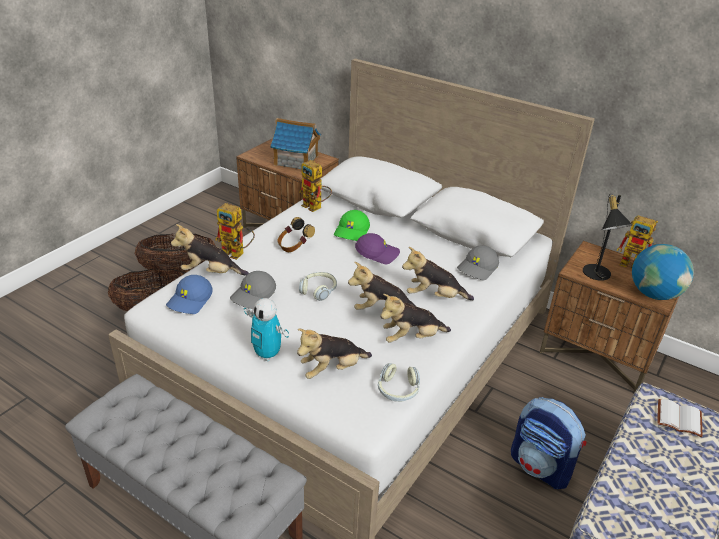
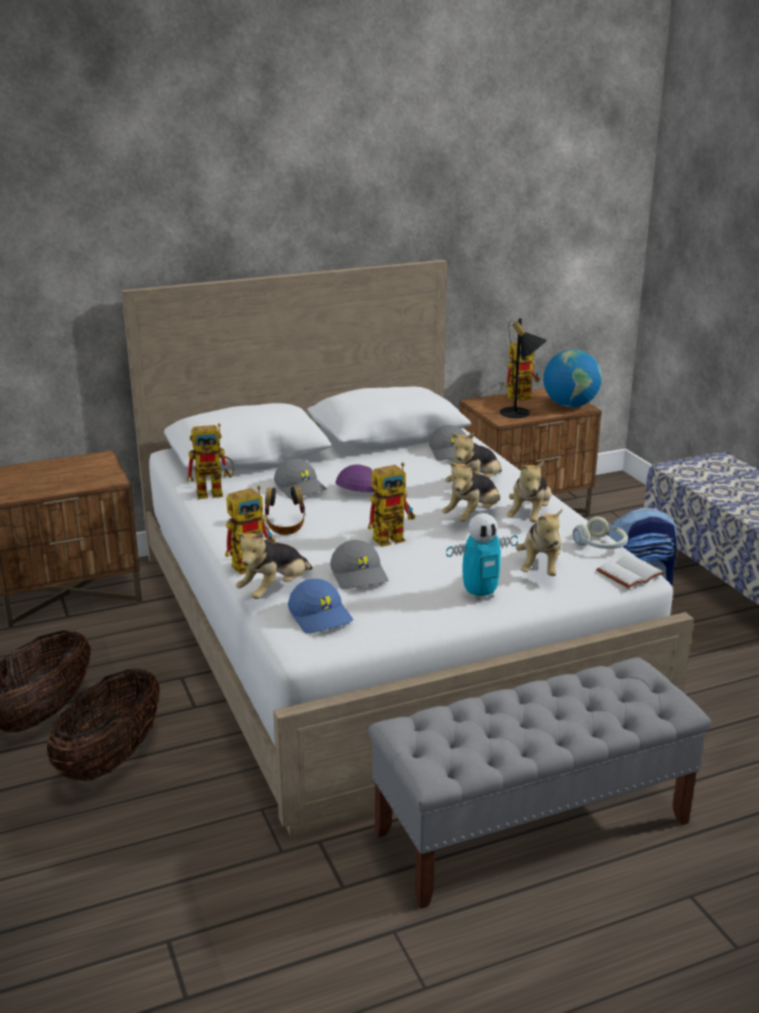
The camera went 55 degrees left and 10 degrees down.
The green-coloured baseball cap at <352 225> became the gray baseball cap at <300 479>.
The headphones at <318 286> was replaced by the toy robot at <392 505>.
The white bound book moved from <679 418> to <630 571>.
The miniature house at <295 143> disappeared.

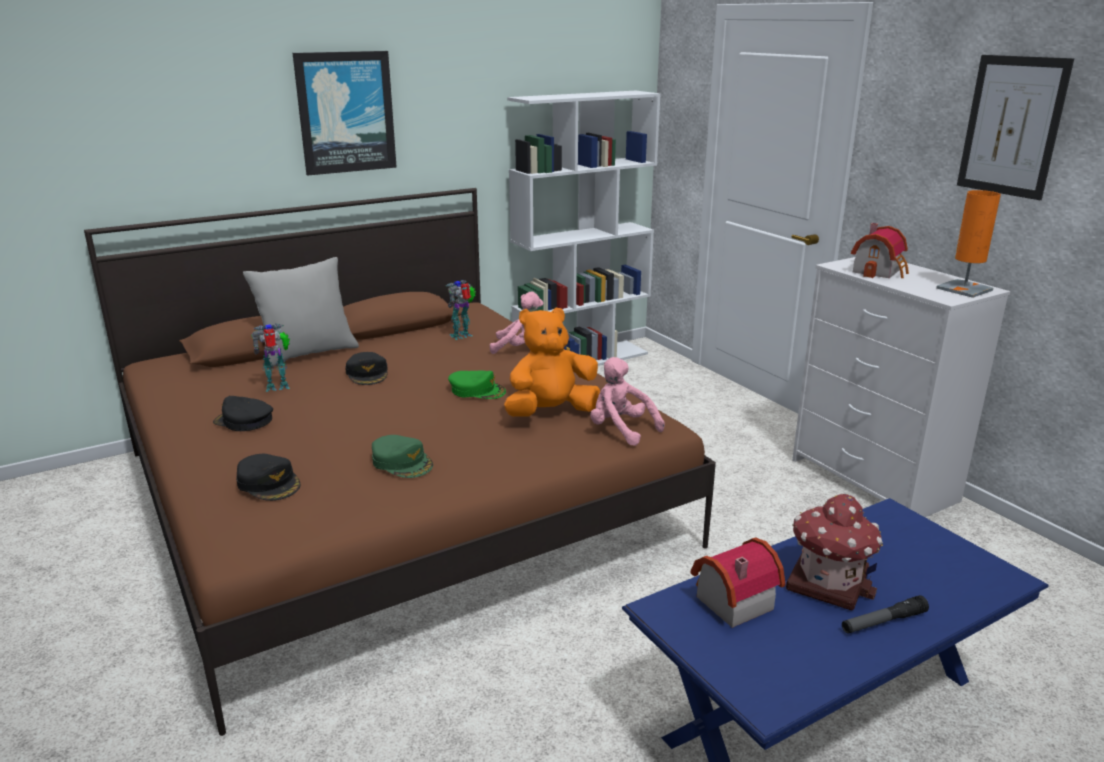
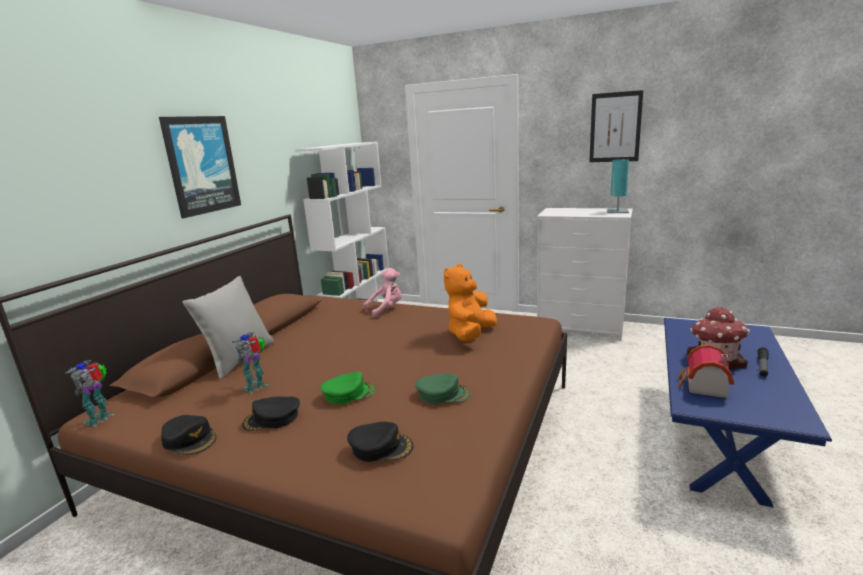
The camera went 35 degrees left and 5 degrees down.
The toy robot moved from <460 310> to <90 393>.
The blackish baseball cap moved from <366 368> to <189 435>.
The green-coloured baseball cap moved from <477 384> to <348 388>.
The orange tabletop lamp at <968 244> became the turquoise tabletop lamp at <618 186>.
The pink-coloured plush toy at <627 401> disappeared.
The miniature house at <880 250> disappeared.

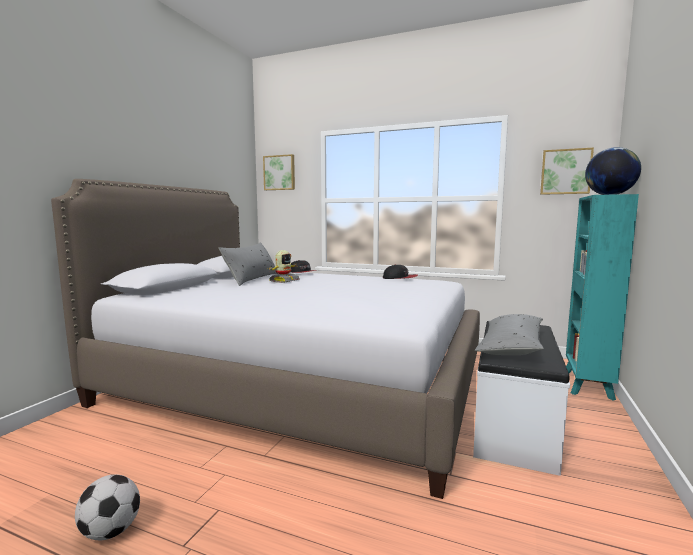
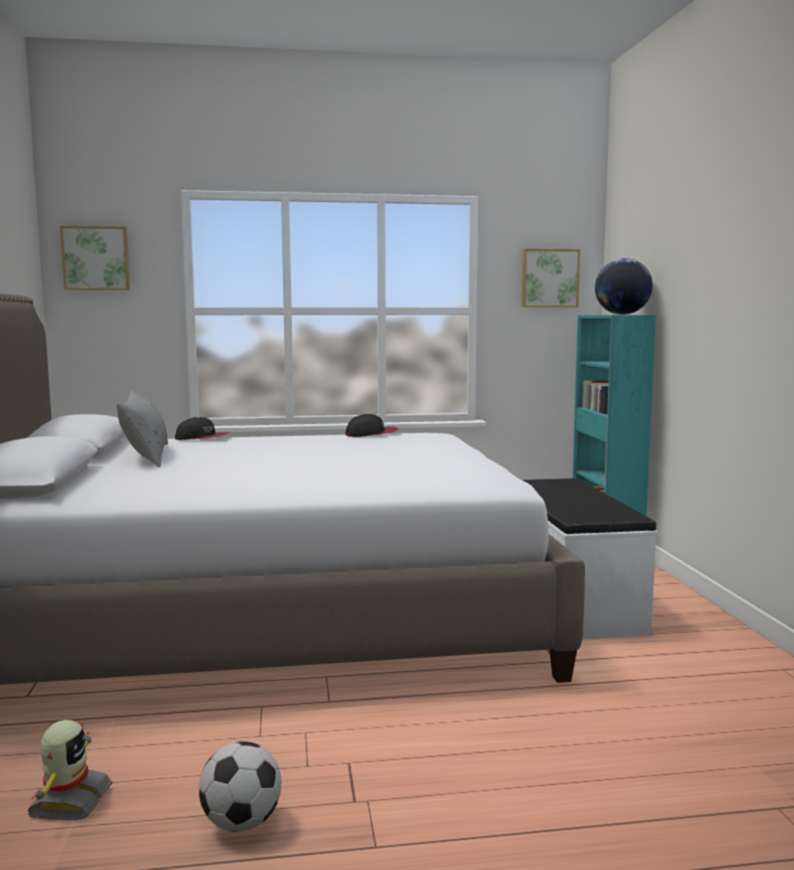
The camera went 30 degrees left and 0 degrees up.
The toy robot moved from <283 266> to <70 770>.
The gray throw pillow at <509 334> disappeared.

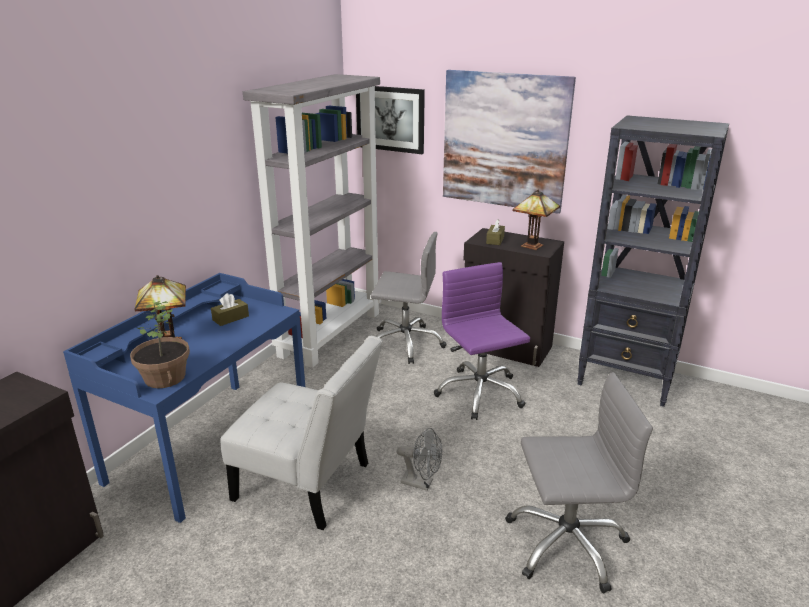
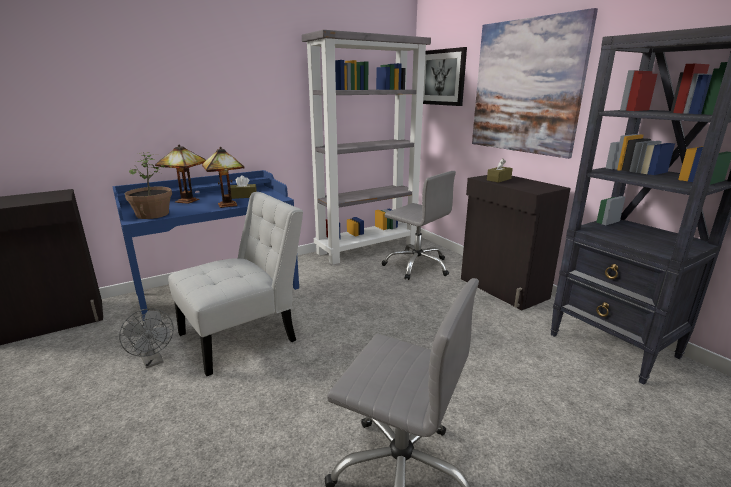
The camera went 30 degrees right and 5 degrees down.
The gray cooling fan moved from <419 459> to <146 338>.
The white chair at <301 433> turned 90 degrees counterclockwise.
The tabletop lamp moved from <536 220> to <223 177>.
The purplish office chair at <482 341> disappeared.

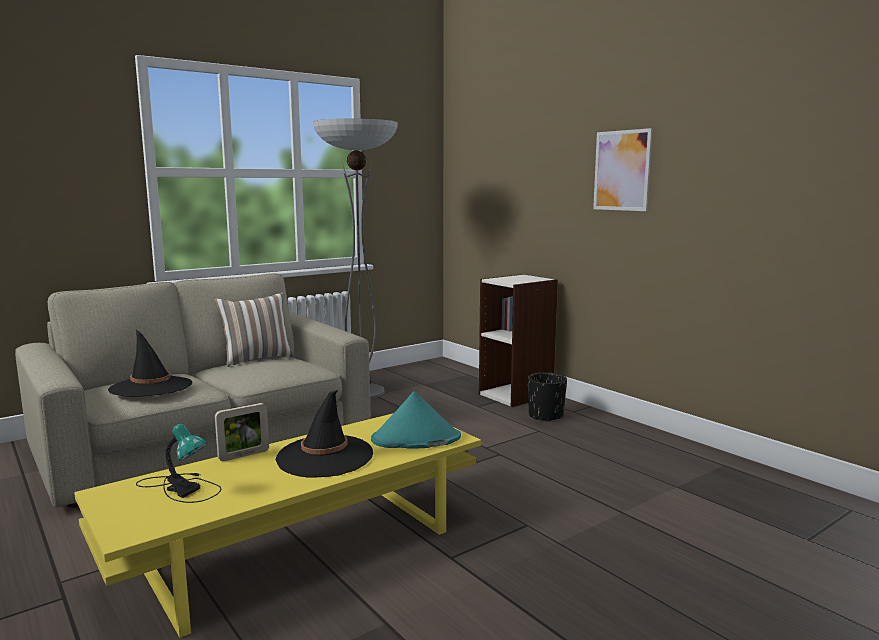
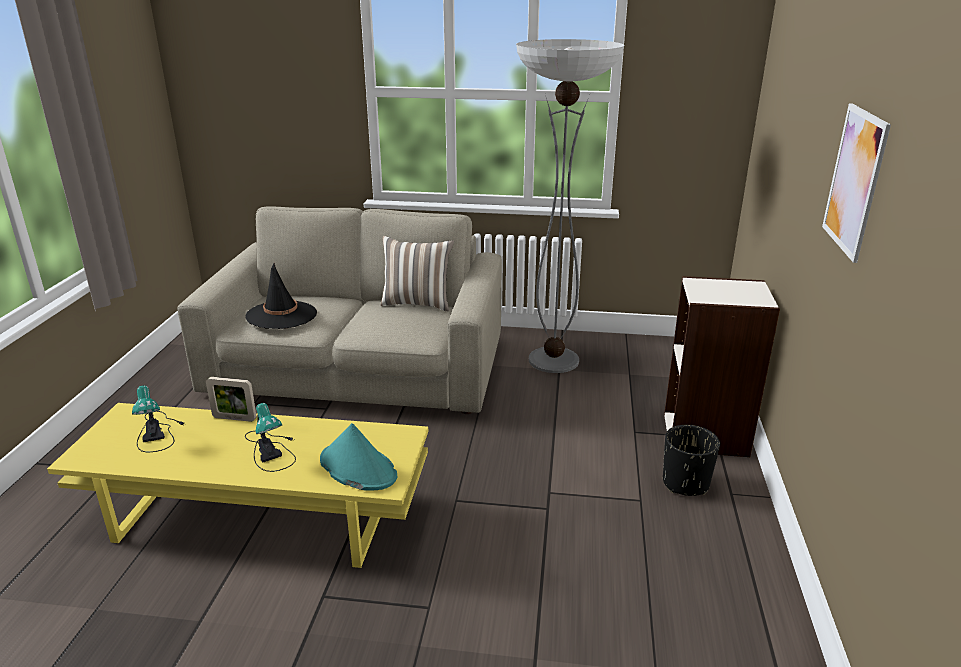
The camera went 45 degrees right and 15 degrees up.
The blackish wearable hat at <324 434> was replaced by the tabletop lamp at <270 437>.

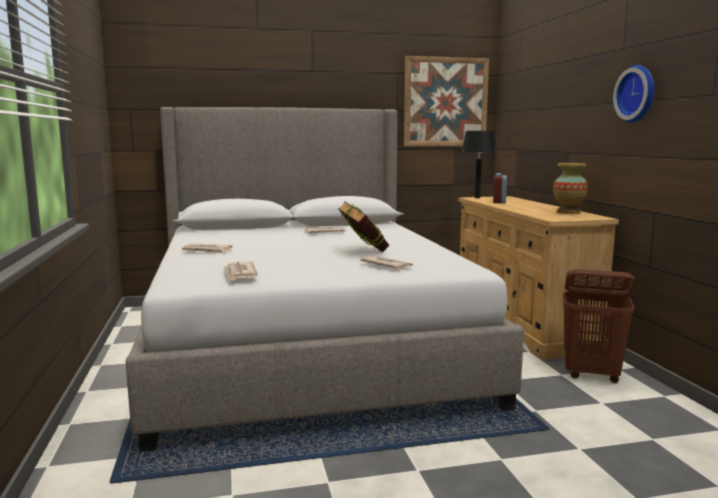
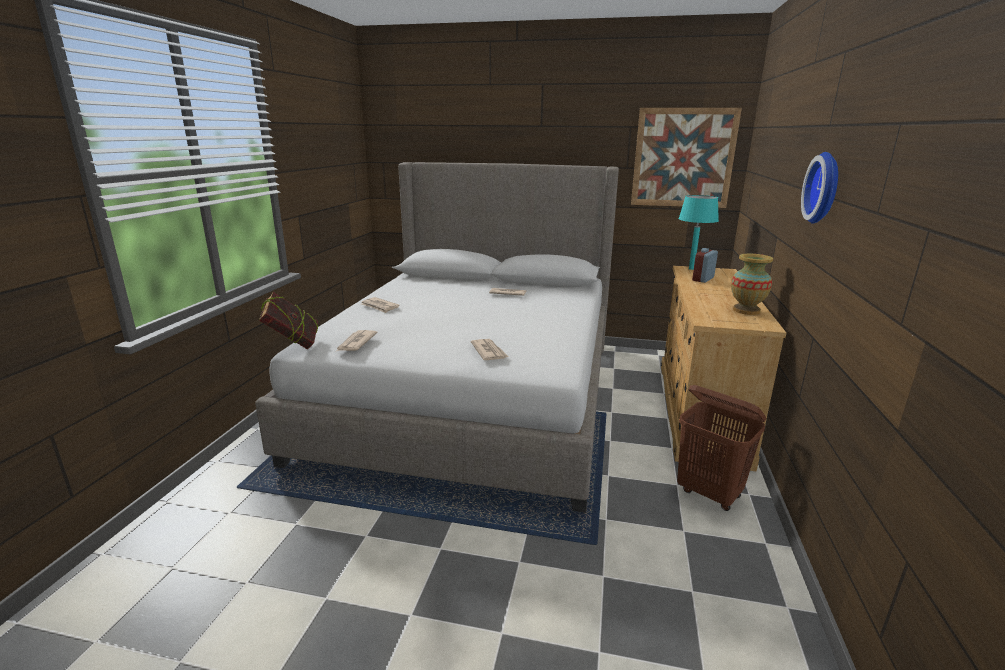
The camera went 25 degrees right and 10 degrees up.
The bound book moved from <363 226> to <289 320>.
The blackish tabletop lamp at <479 164> became the turquoise tabletop lamp at <699 232>.

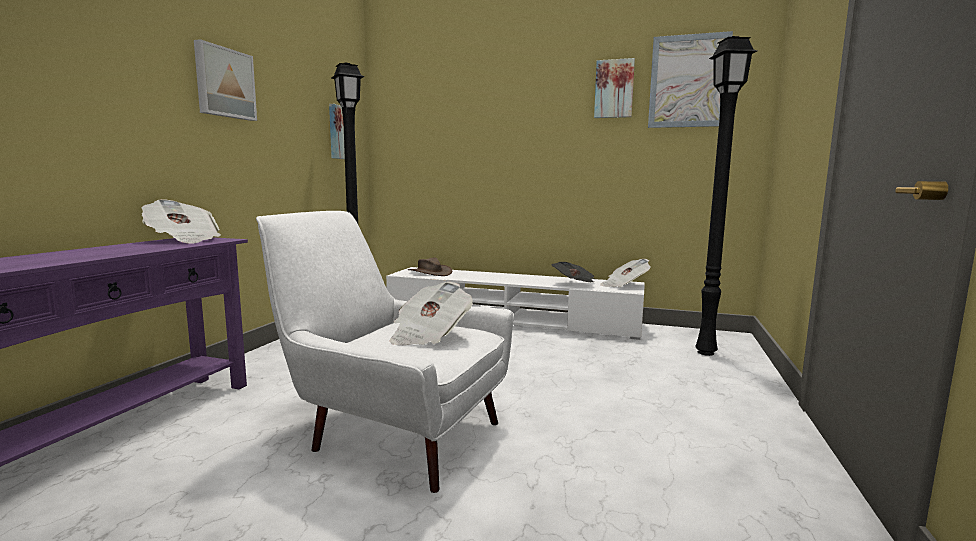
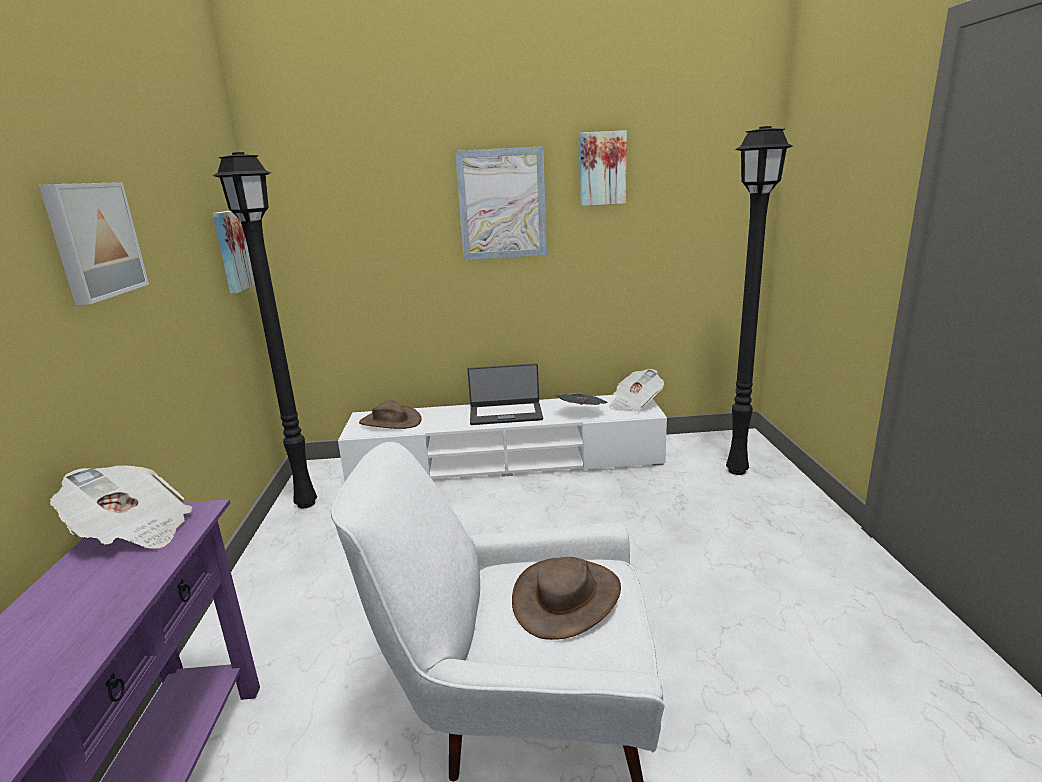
The camera went 20 degrees left and 10 degrees up.
The picture moved from <690 79> to <501 203>.
The laptop at <505 394> appeared.
The newspaper at <431 314> was replaced by the brown-coloured wearable hat at <566 598>.

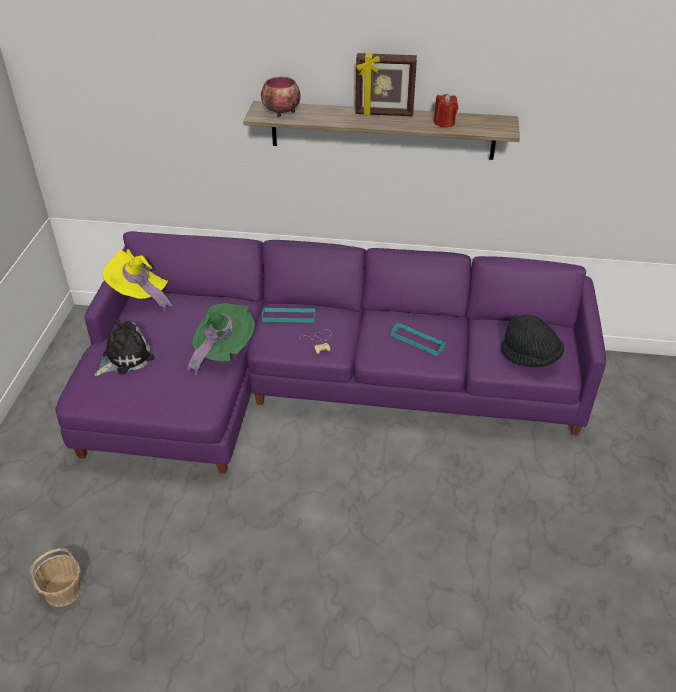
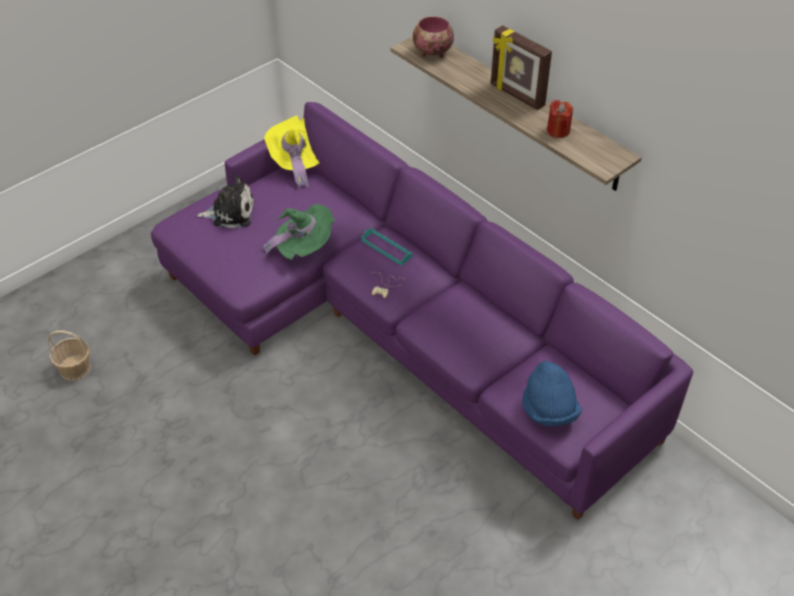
The camera went 40 degrees right and 5 degrees up.
The blackish wearable hat at <532 341> became the bluish wearable hat at <552 393>.
The turquoise serving tray at <418 339> disappeared.

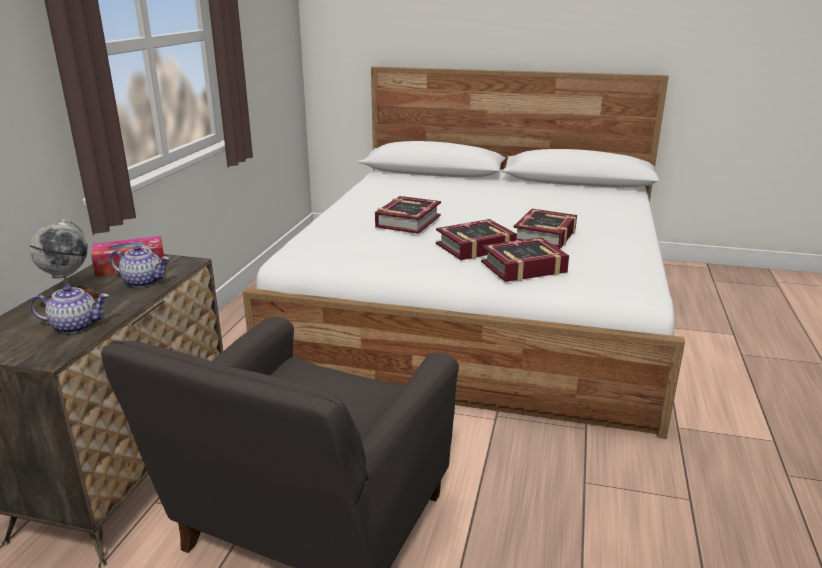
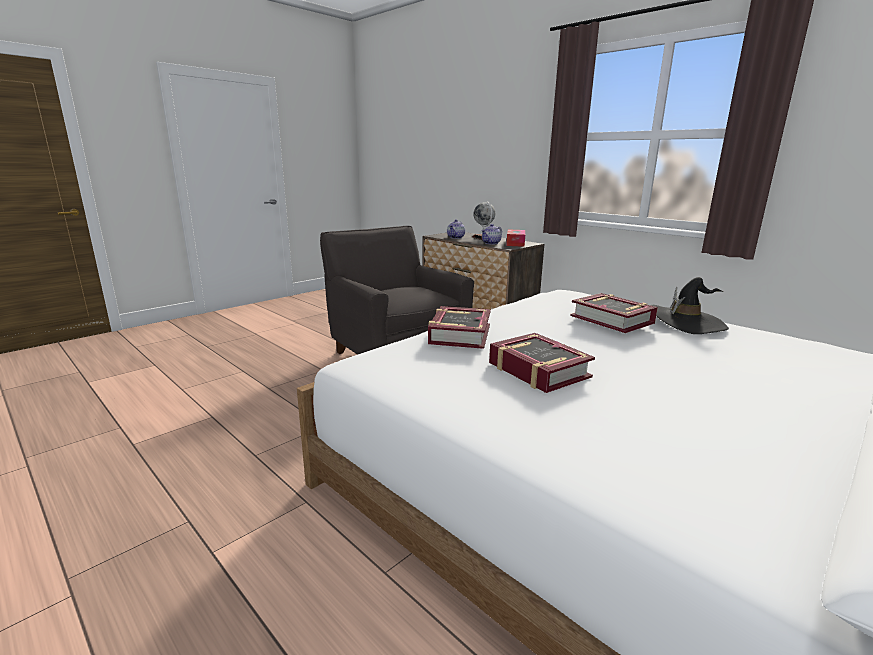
The camera went 120 degrees right and 5 degrees down.
The blackish wearable hat at <690 305> appeared.
The bound book at <476 239> disappeared.

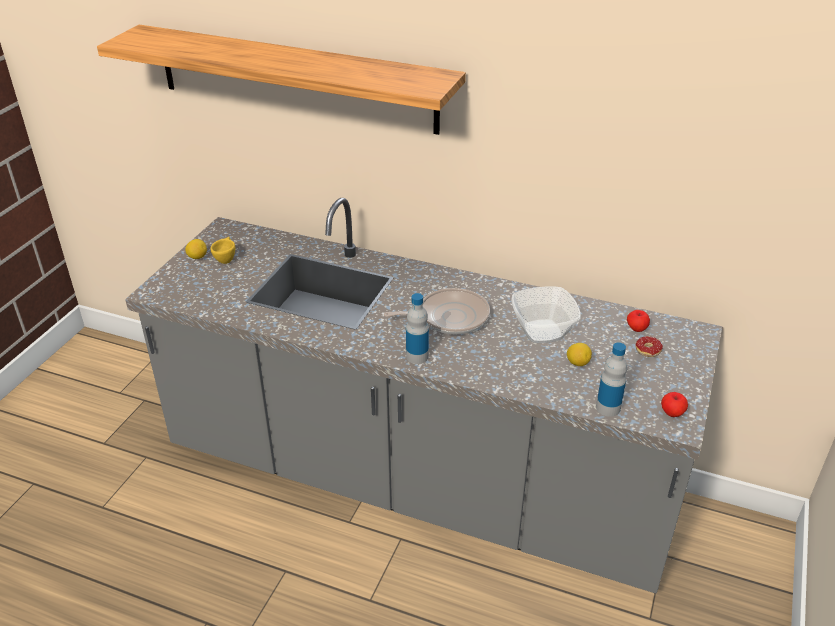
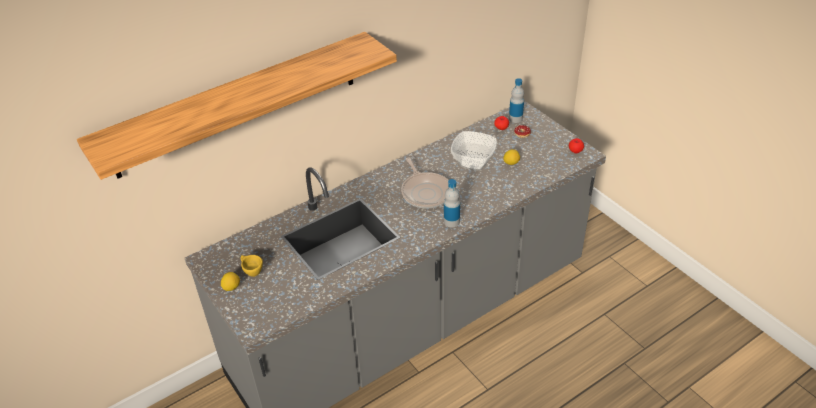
The camera went 55 degrees left and 5 degrees up.
The frying pan at <437 311> turned 135 degrees clockwise.
The bottle moved from <611 379> to <516 100>.

